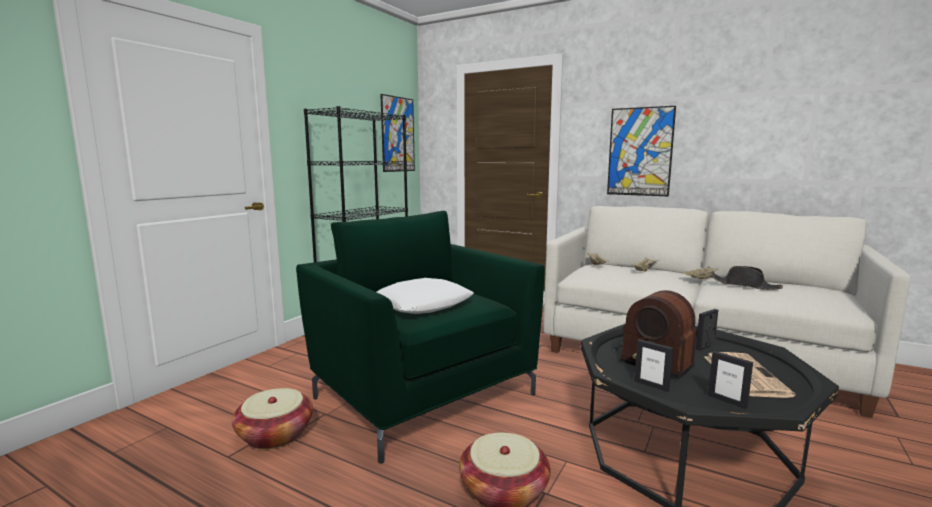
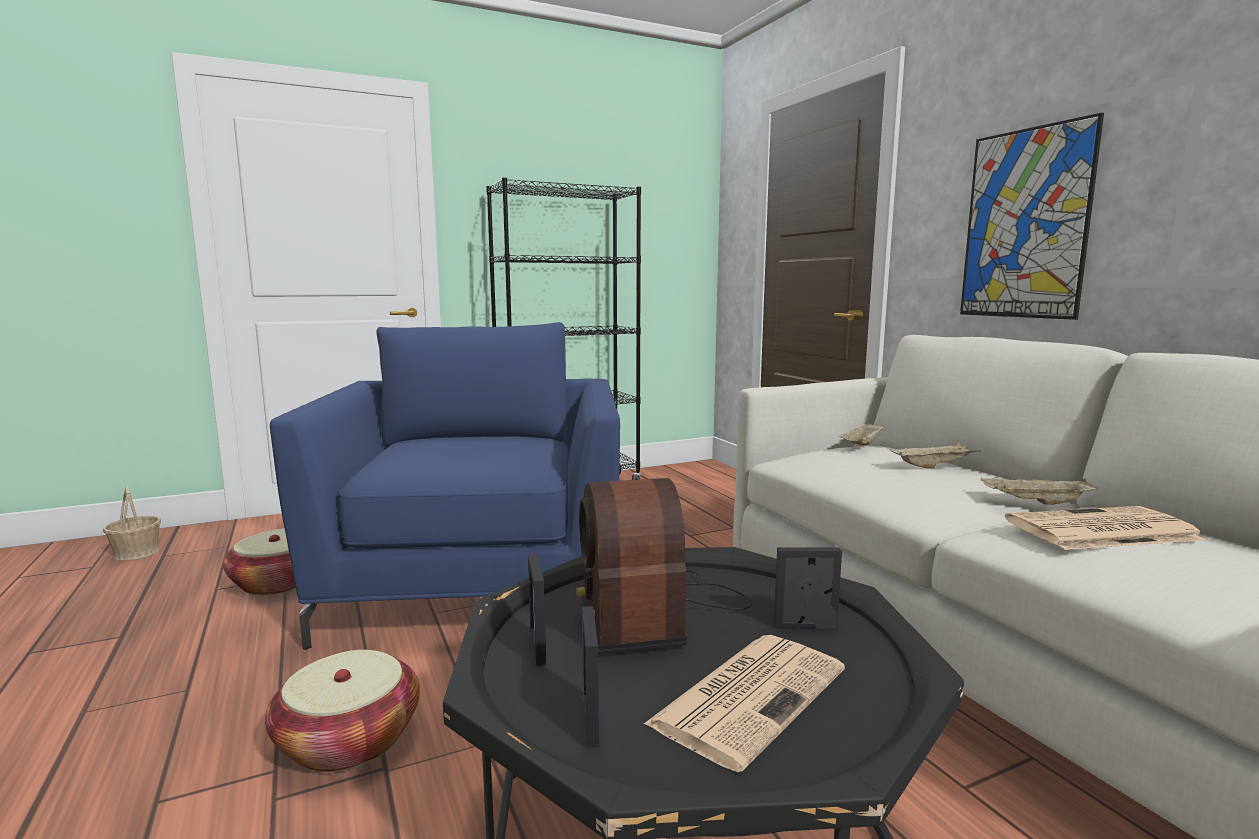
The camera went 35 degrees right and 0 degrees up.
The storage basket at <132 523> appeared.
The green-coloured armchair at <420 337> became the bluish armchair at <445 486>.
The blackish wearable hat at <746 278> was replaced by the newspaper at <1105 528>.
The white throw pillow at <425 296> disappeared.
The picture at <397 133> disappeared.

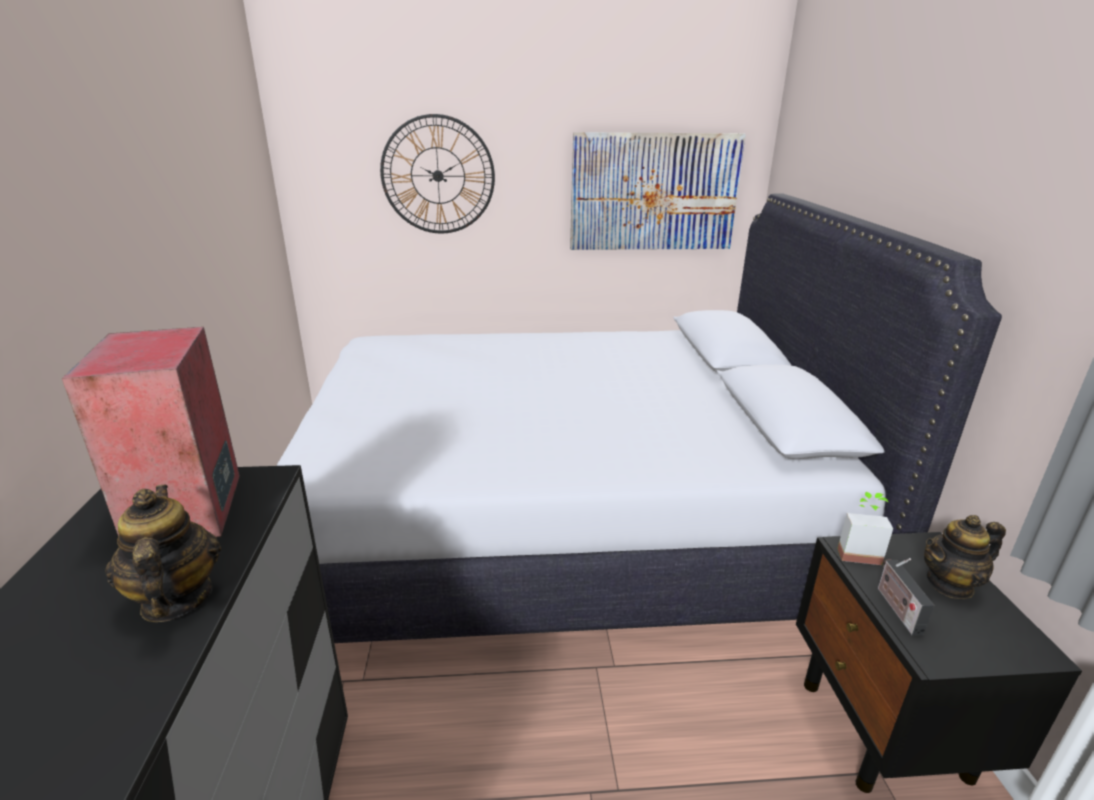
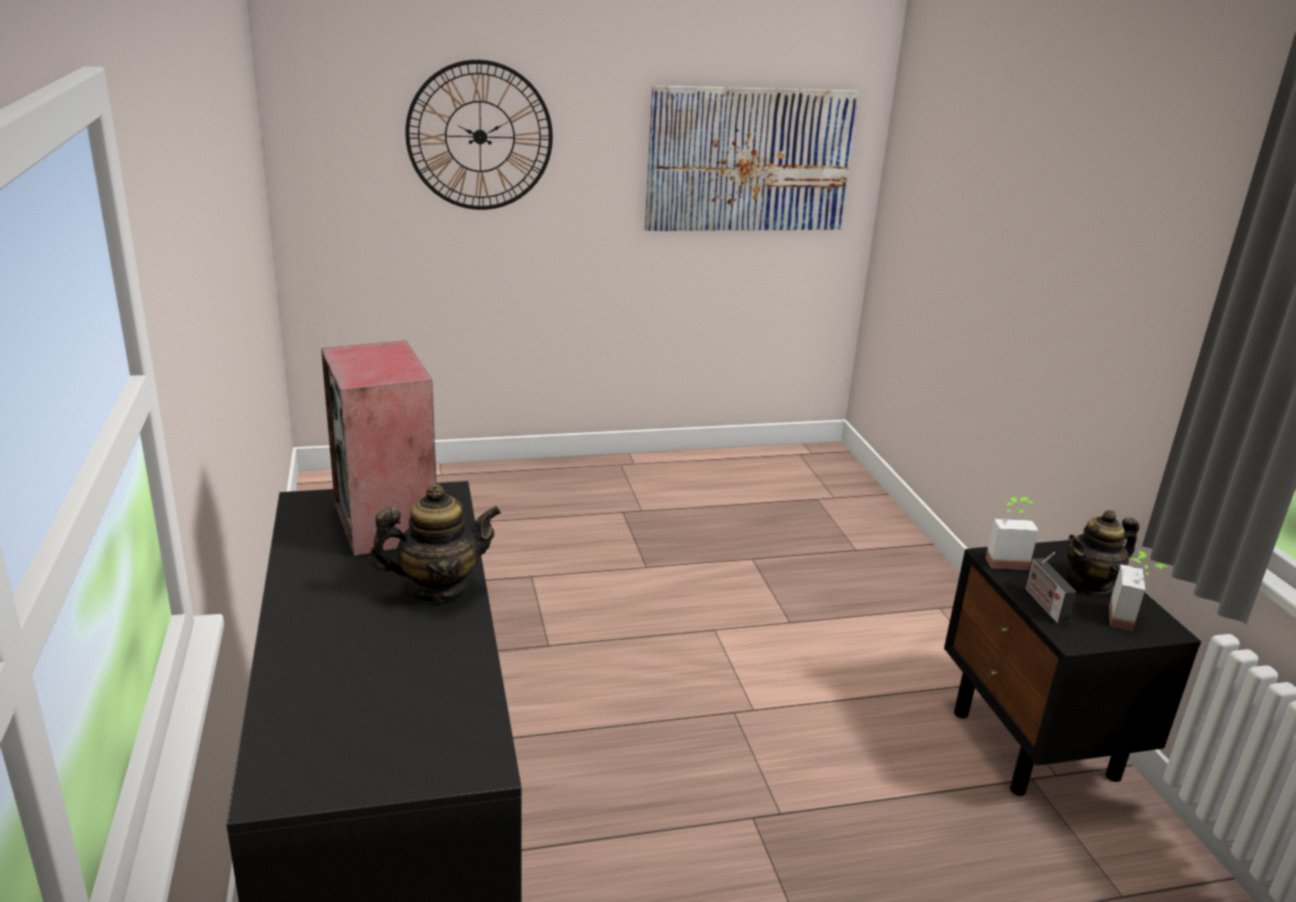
The camera went 10 degrees left and 0 degrees up.
The teapot at <163 553> turned 105 degrees clockwise.
The plant in a pot at <1138 591> appeared.
The white bed at <639 418> disappeared.

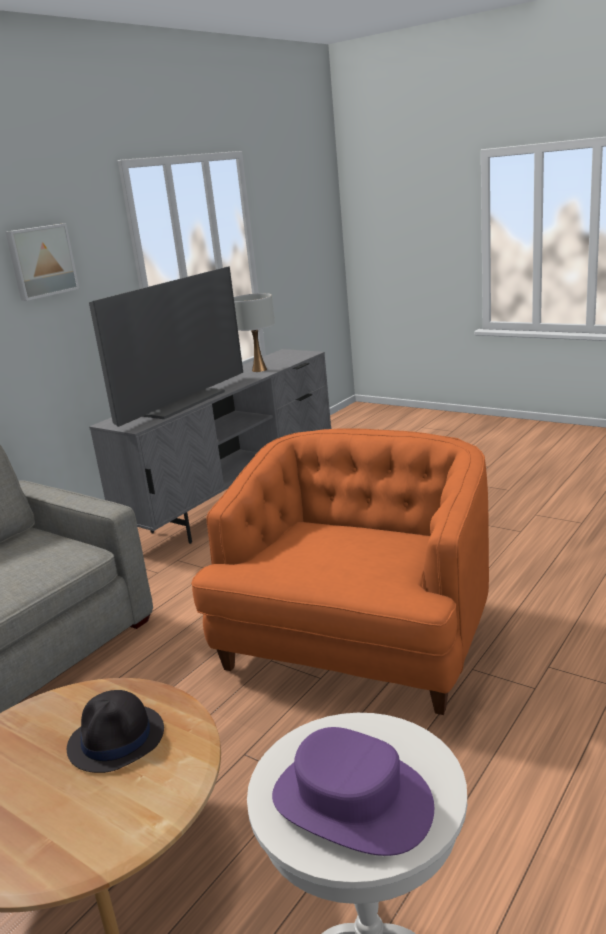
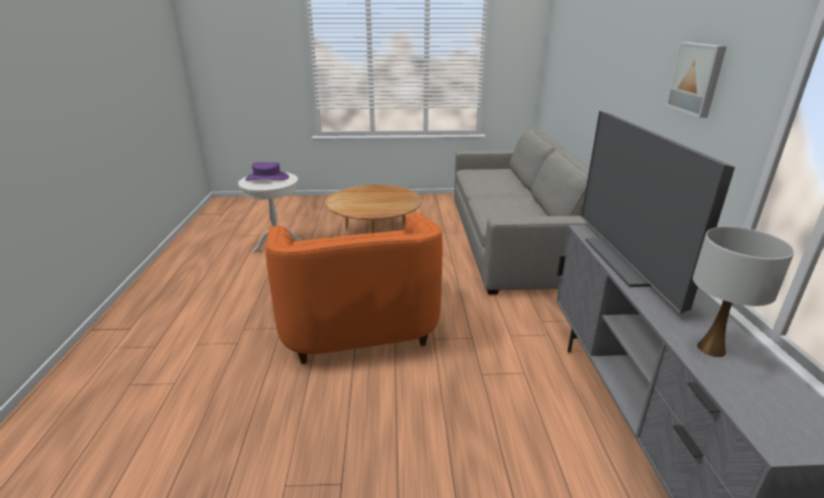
The camera went 140 degrees right and 5 degrees up.
The blackish wearable hat at <115 731> disappeared.

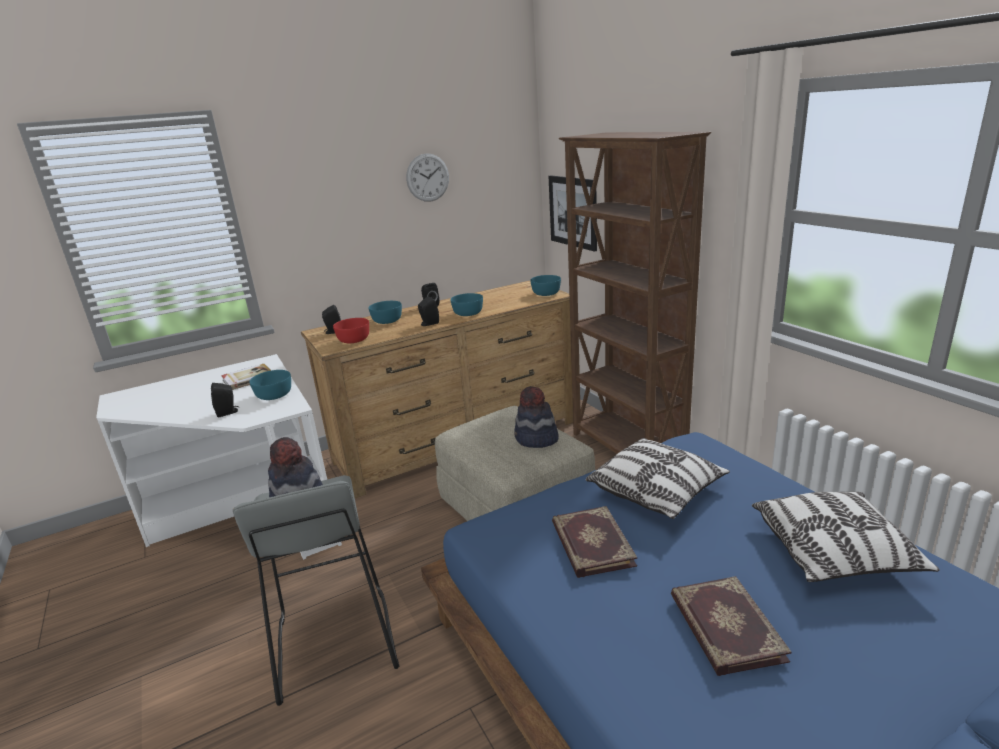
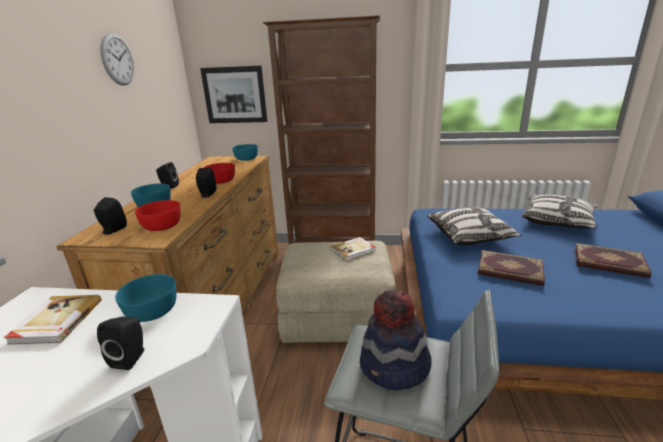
The camera went 55 degrees left and 0 degrees up.
The turquoise serving bowl at <466 304> became the reddish serving bowl at <219 173>.
The wearable hat at <536 417> was replaced by the bound book at <353 249>.

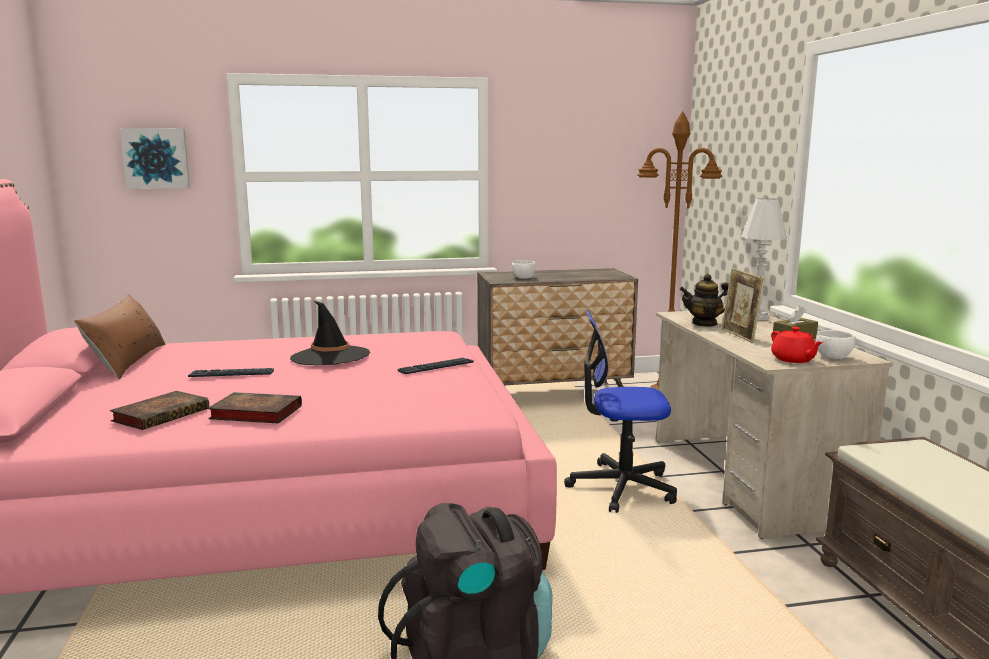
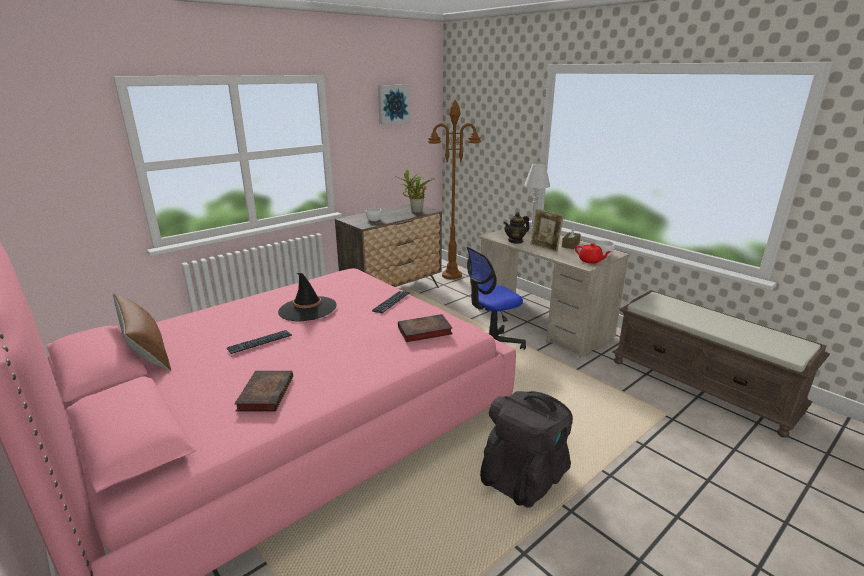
The camera went 30 degrees left and 10 degrees up.
The picture moved from <155 158> to <394 105>.
The plant in a pot at <415 191> appeared.
The bound book moved from <254 408> to <425 328>.

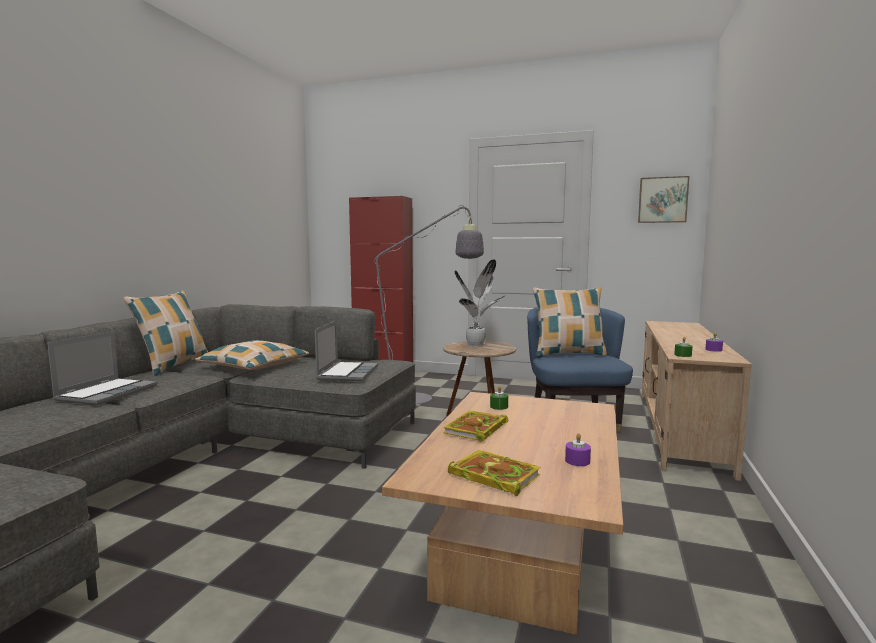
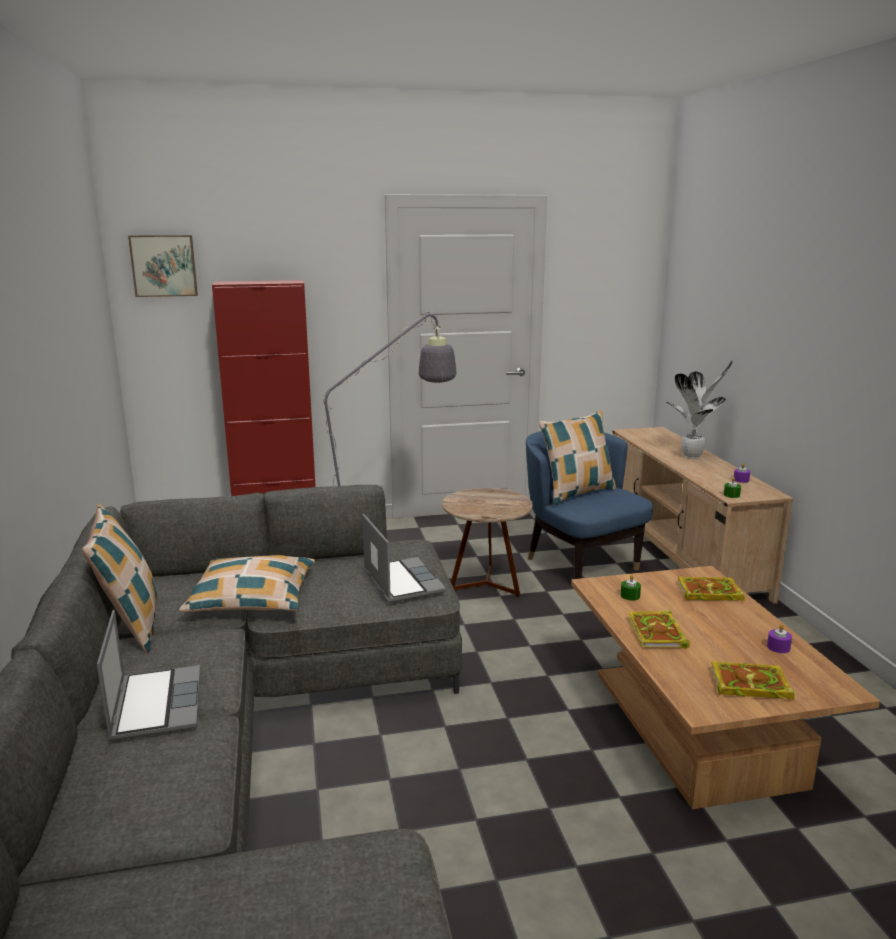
The camera went 30 degrees left and 10 degrees up.
The picture moved from <663 199> to <163 266>.
The plant in a pot moved from <480 303> to <699 410>.
The bound book at <711 589> appeared.

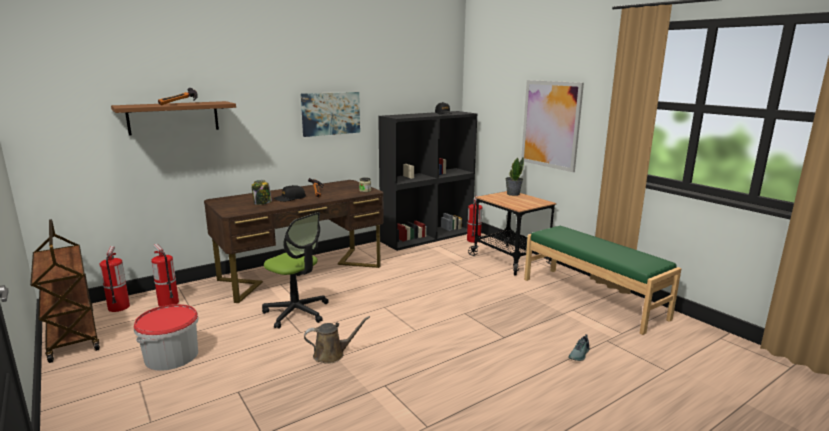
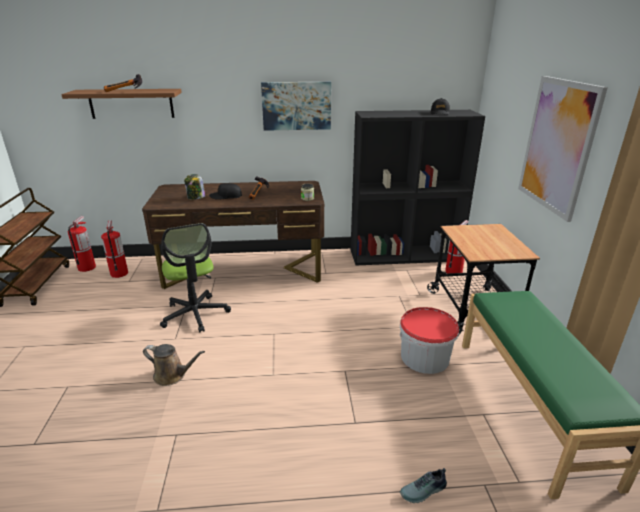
The camera went 30 degrees right and 10 degrees up.
The water bucket moved from <166 337> to <429 340>.
The plant in a pot at <514 177> disappeared.

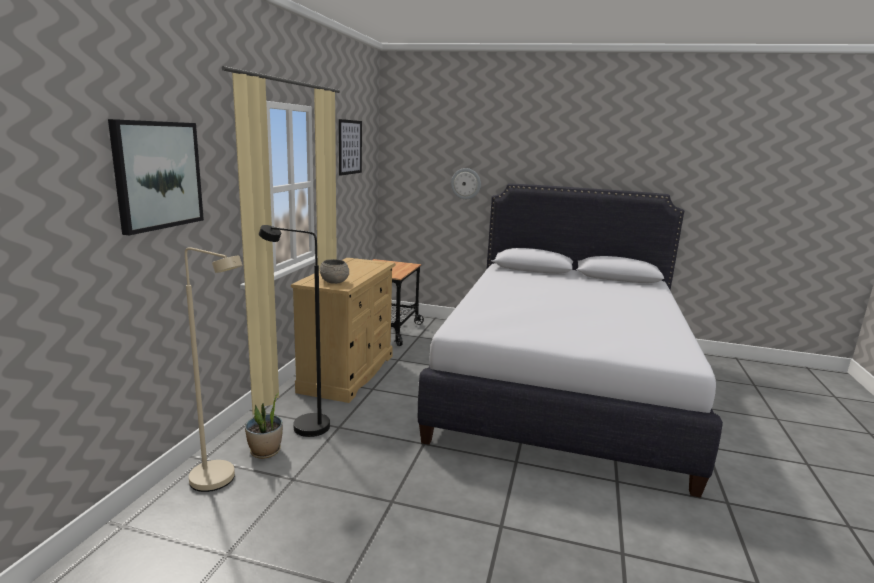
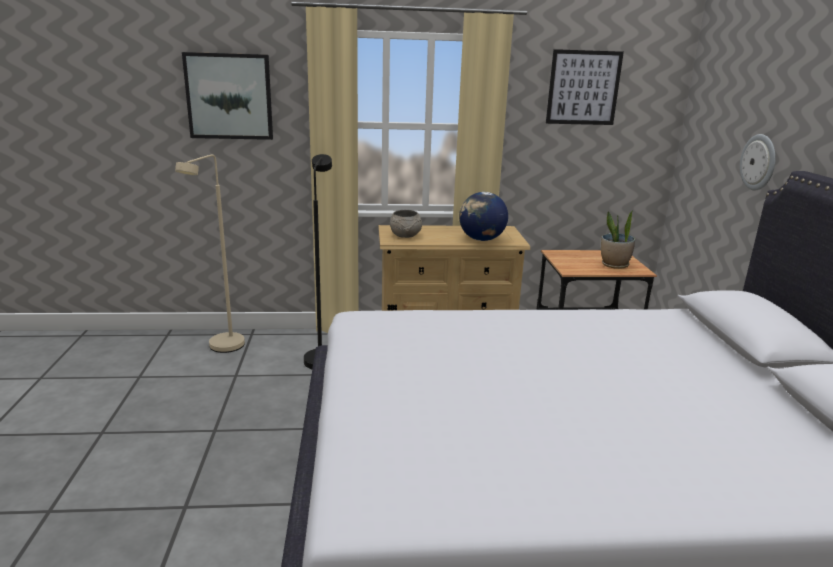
The camera went 70 degrees right and 5 degrees up.
The world globe at <483 216> appeared.
The plant in a pot moved from <264 426> to <618 240>.

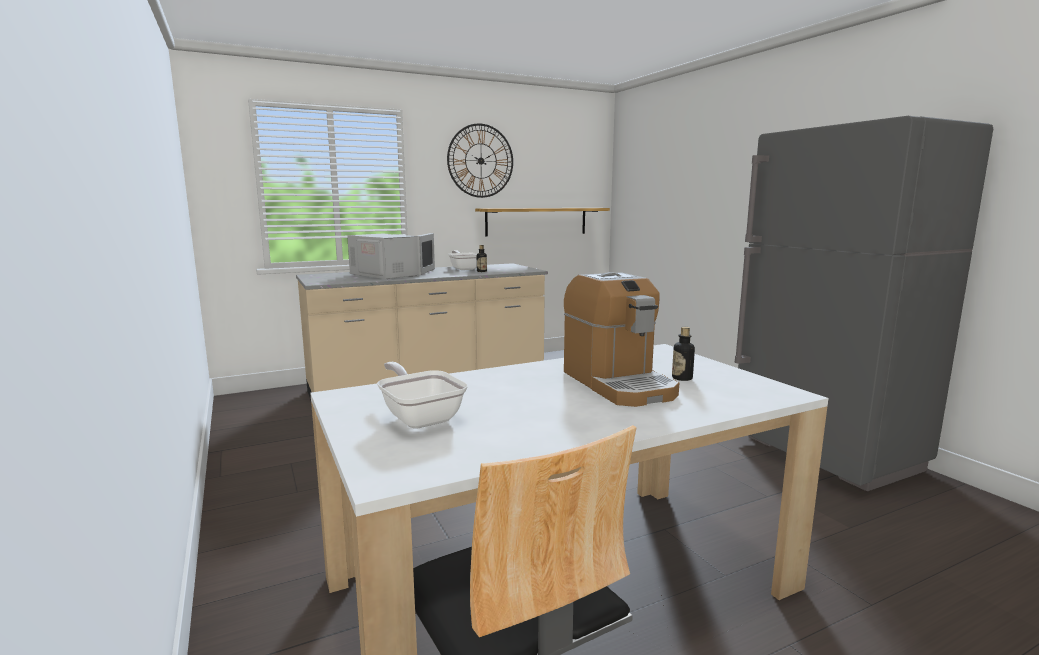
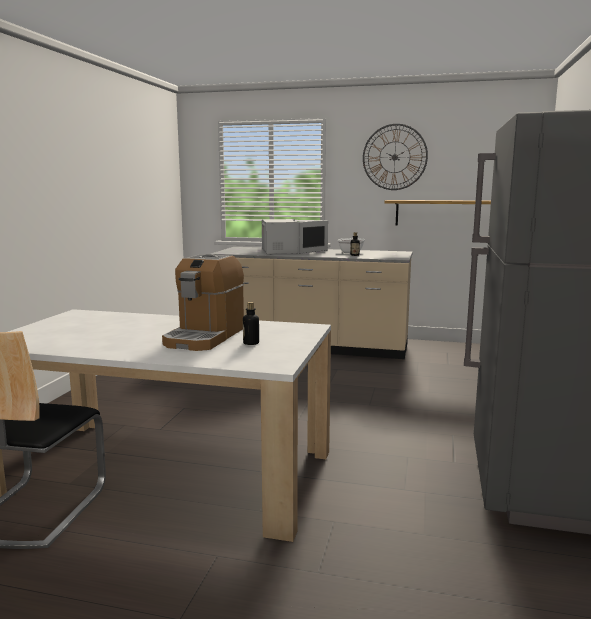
The camera went 40 degrees right and 0 degrees up.
The frying pan at <422 395> disappeared.

